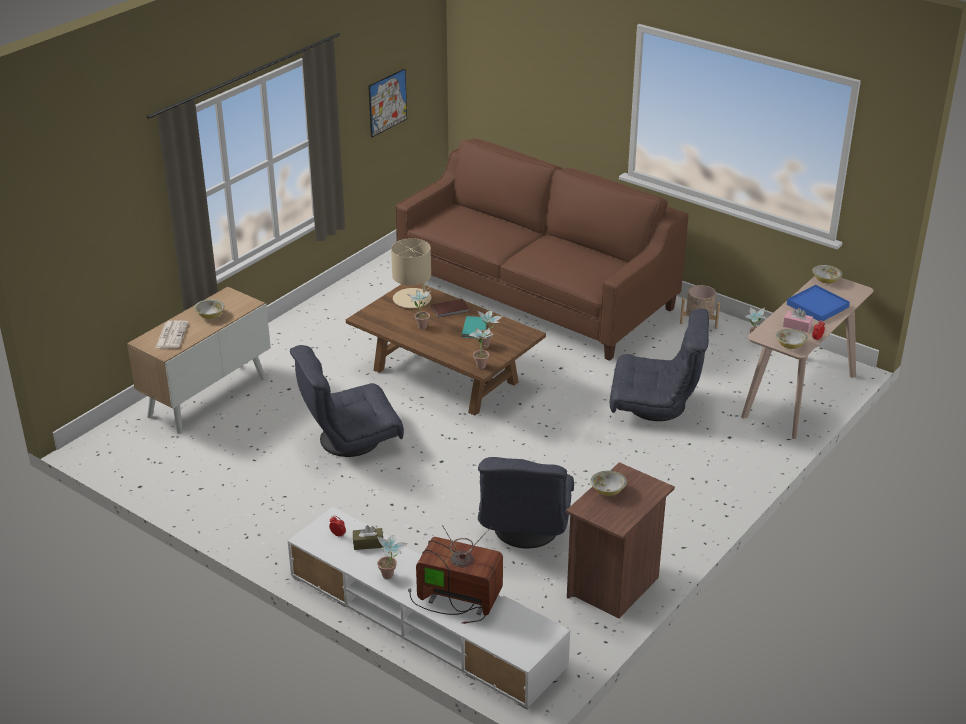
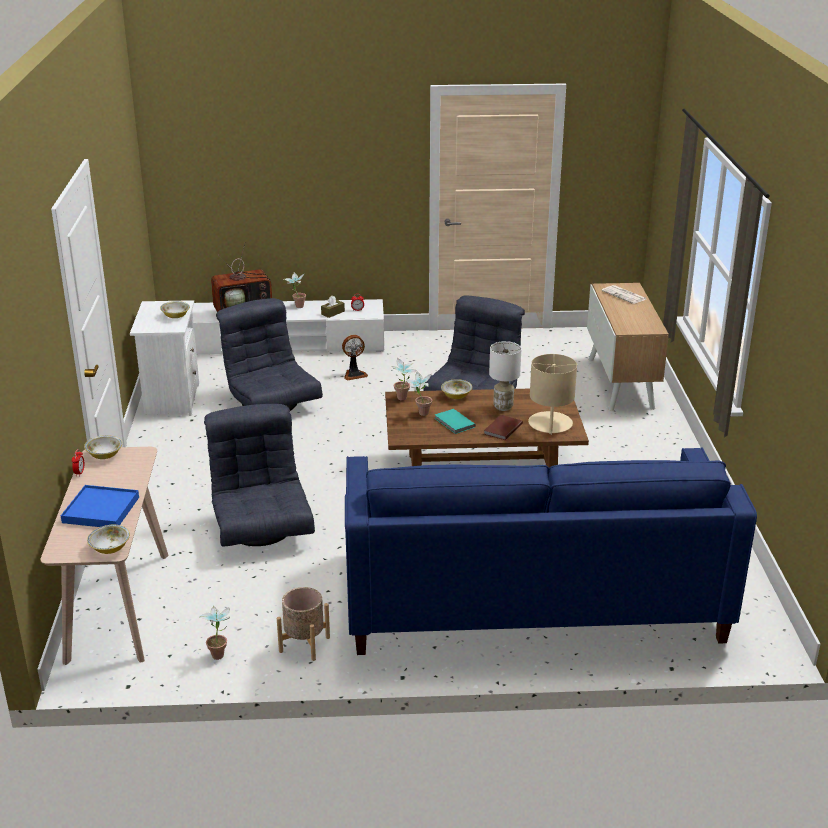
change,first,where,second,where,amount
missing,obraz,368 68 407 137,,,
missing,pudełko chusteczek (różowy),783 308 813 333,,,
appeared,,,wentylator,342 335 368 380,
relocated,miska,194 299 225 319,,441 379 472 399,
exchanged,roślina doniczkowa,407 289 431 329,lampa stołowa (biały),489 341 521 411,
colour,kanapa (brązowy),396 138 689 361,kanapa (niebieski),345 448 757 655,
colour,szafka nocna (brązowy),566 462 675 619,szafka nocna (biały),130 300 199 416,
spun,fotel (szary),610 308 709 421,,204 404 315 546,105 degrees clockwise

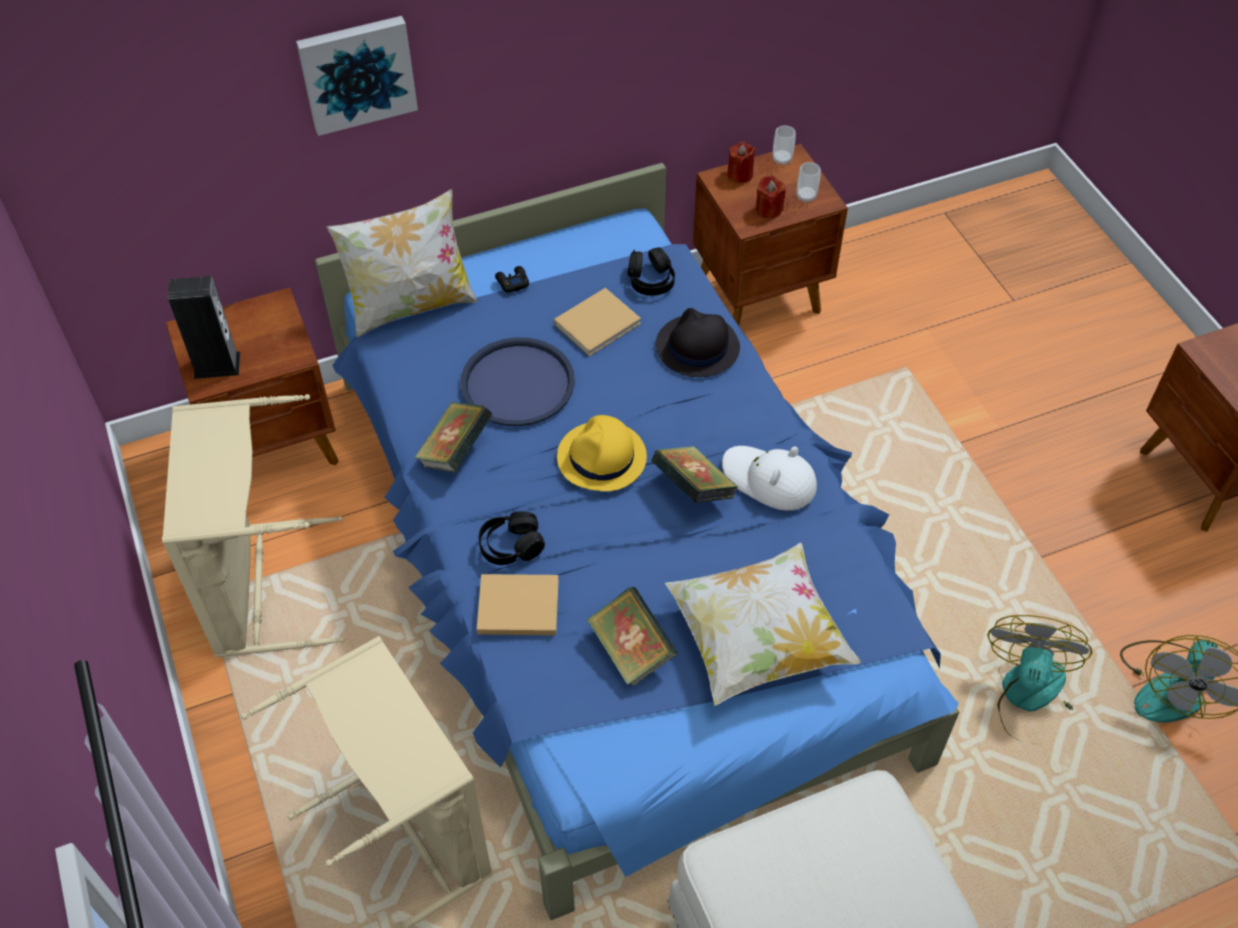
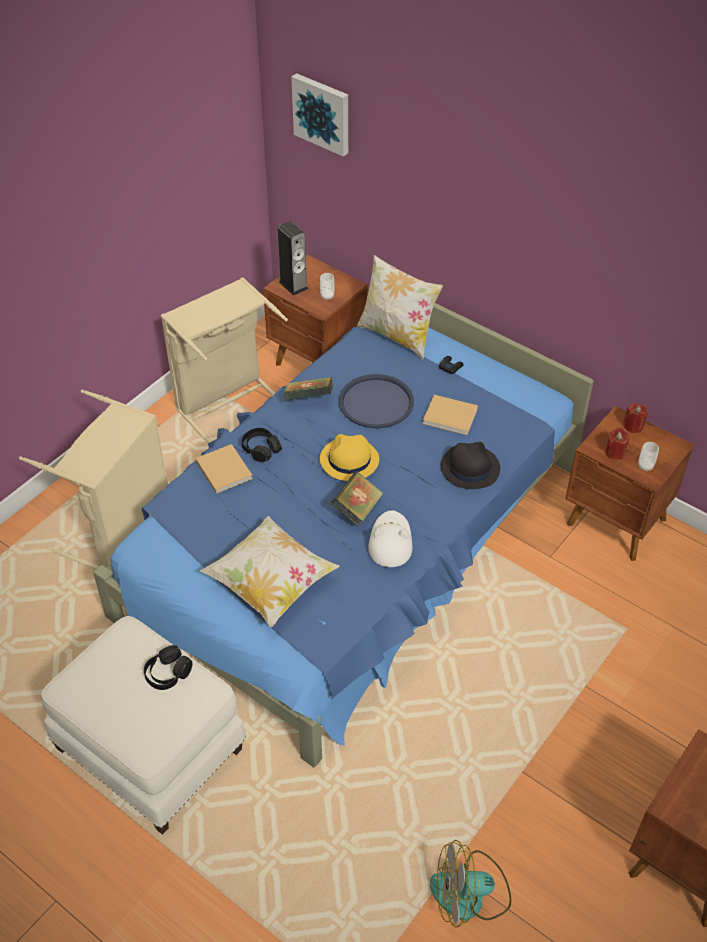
change,first,where,second,where,amount
missing,książka,587 587 678 686,,,
missing,wentylator,987 615 1092 744,,,
relocated,obraz,296 16 418 136,,291 73 348 157,
relocated,słuchawki (czarny),627 247 675 296,,144 645 193 690,
relocated,filiżanka,773 125 796 165,,320 273 334 300,

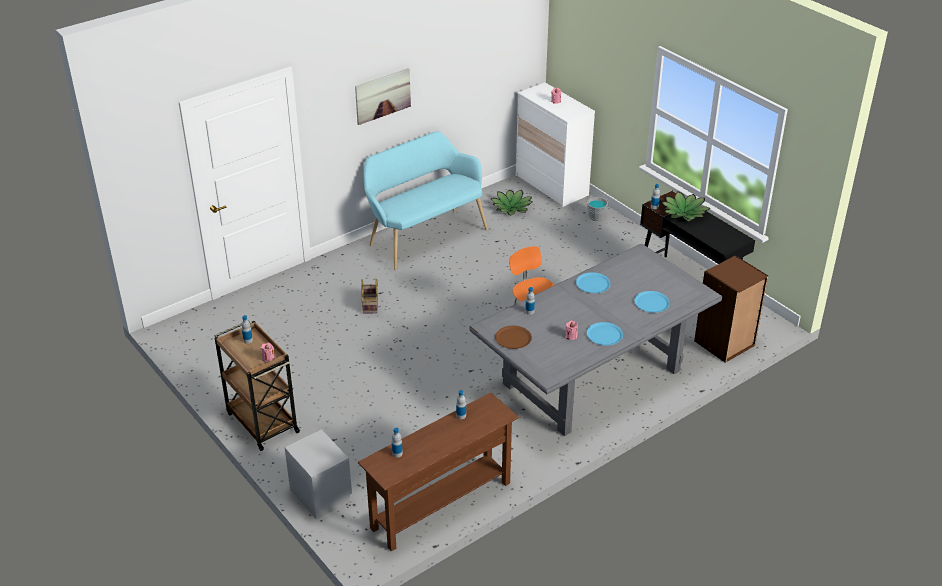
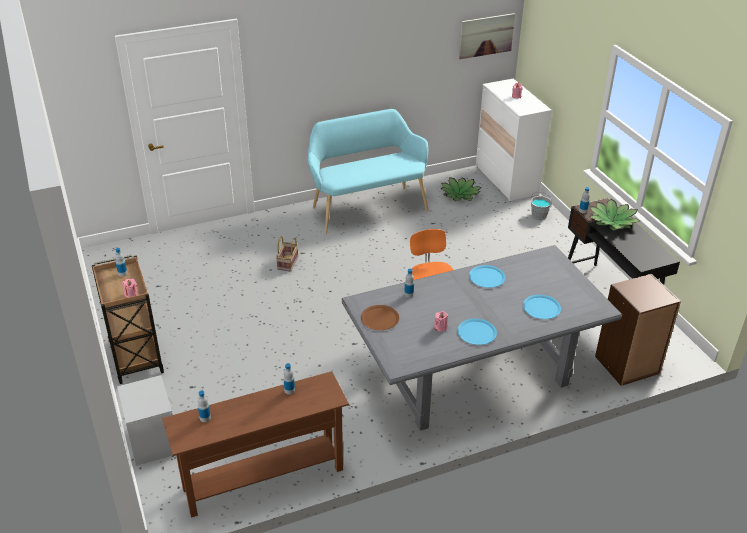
change,first,where,second,where,amount
relocated,obraz,355 68 411 125,,459 13 515 59,

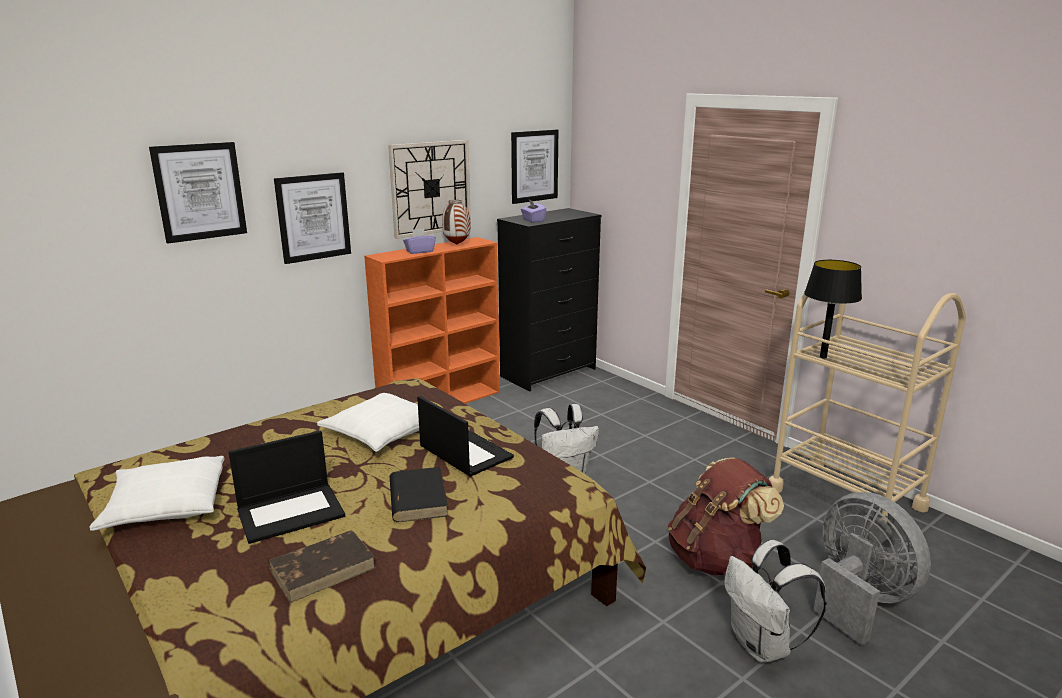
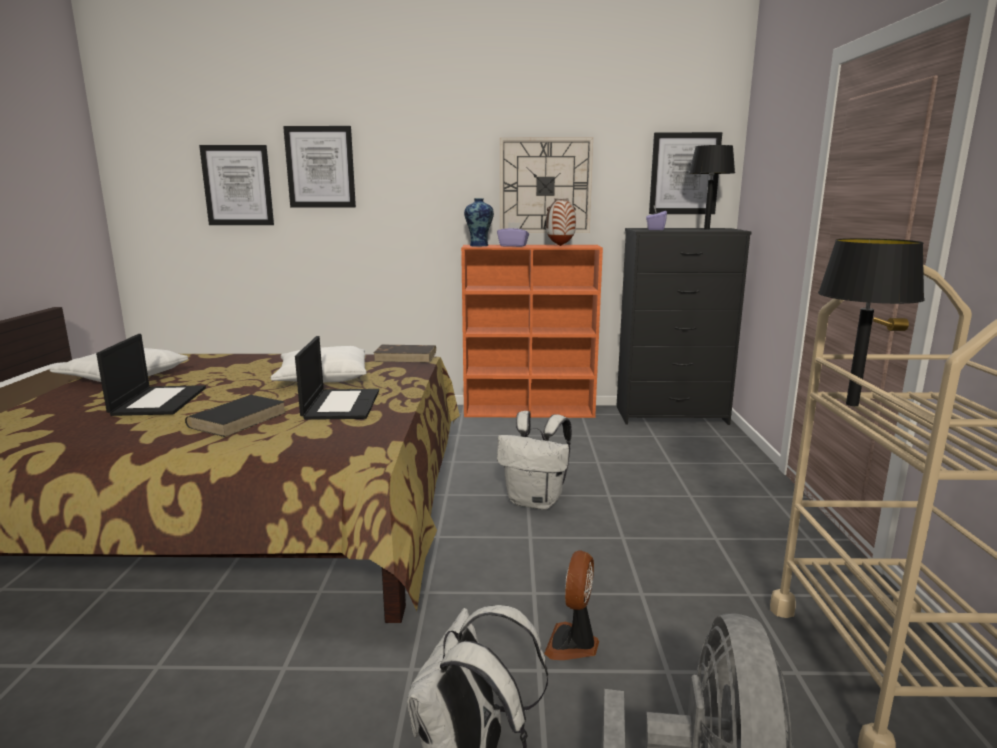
change,first,where,second,where,amount
appeared,,,wazon,464 198 494 247,
appeared,,,lampa stołowa (czarny),689 145 735 230,
relocated,książka (brązowy),268 530 376 603,,373 345 436 363,
relocated,obraz,274 172 351 264,,199 145 274 225,
exchanged,plecak (brązowy),668 457 784 575,wentylator,544 550 599 660,
spun,laptop,228 431 345 544,,96 334 206 416,105 degrees counterclockwise

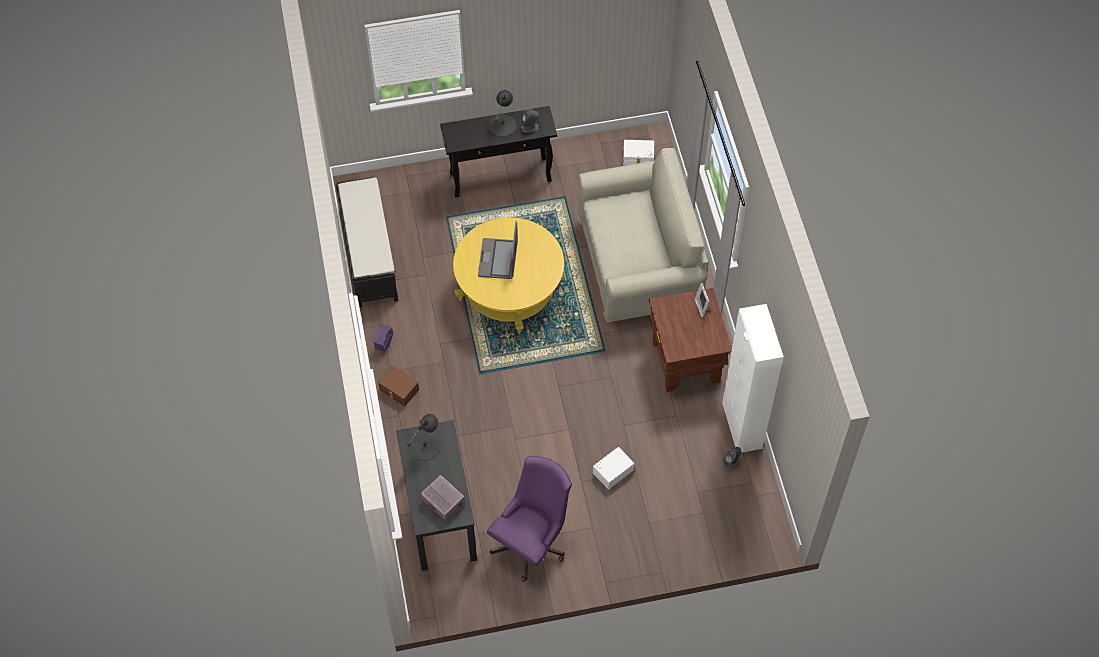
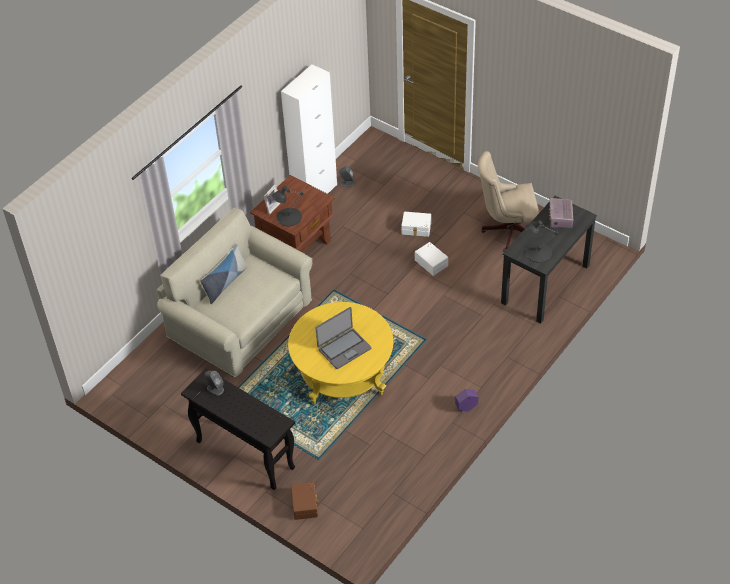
change,first,where,second,where,amount
missing,ławka (czarny),336 177 398 308,,,
appeared,,,poduszka,200 244 248 304,
relocated,pojemnik do przechowywania (brązowy),378 366 419 406,,291 482 318 520,
relocated,lampa stołowa (czarny),489 90 516 137,,272 186 303 226,
relocated,pojemnik do przechowywania (biały),623 140 654 165,,415 242 448 276,
colour,krzesło biurowe (fioletowy),487 456 572 582,krzesło biurowe (beżowy),478 151 539 252,

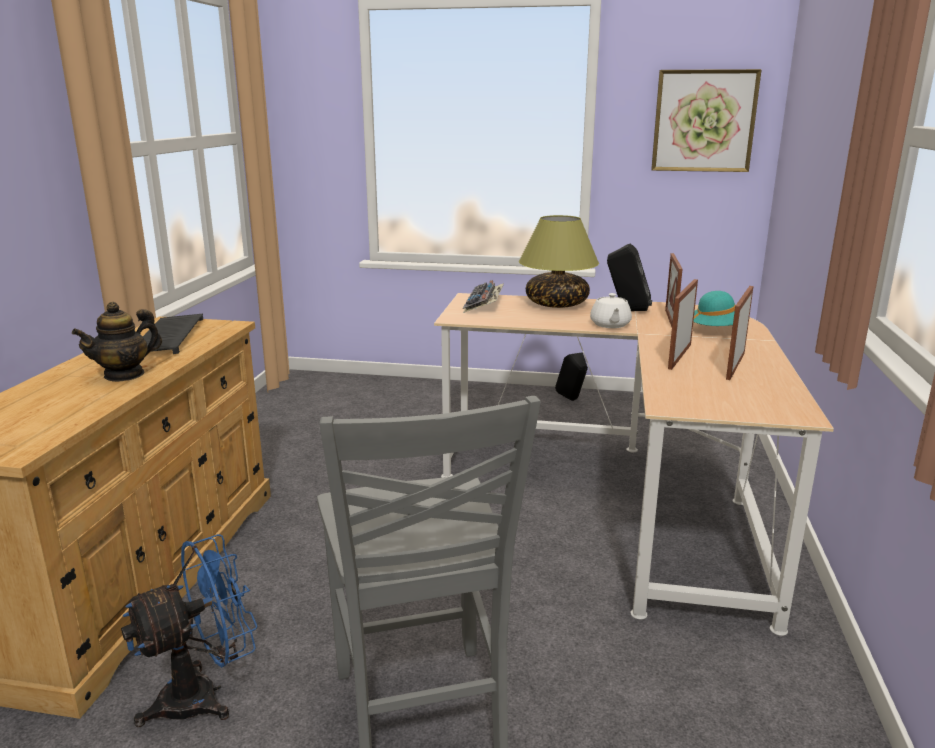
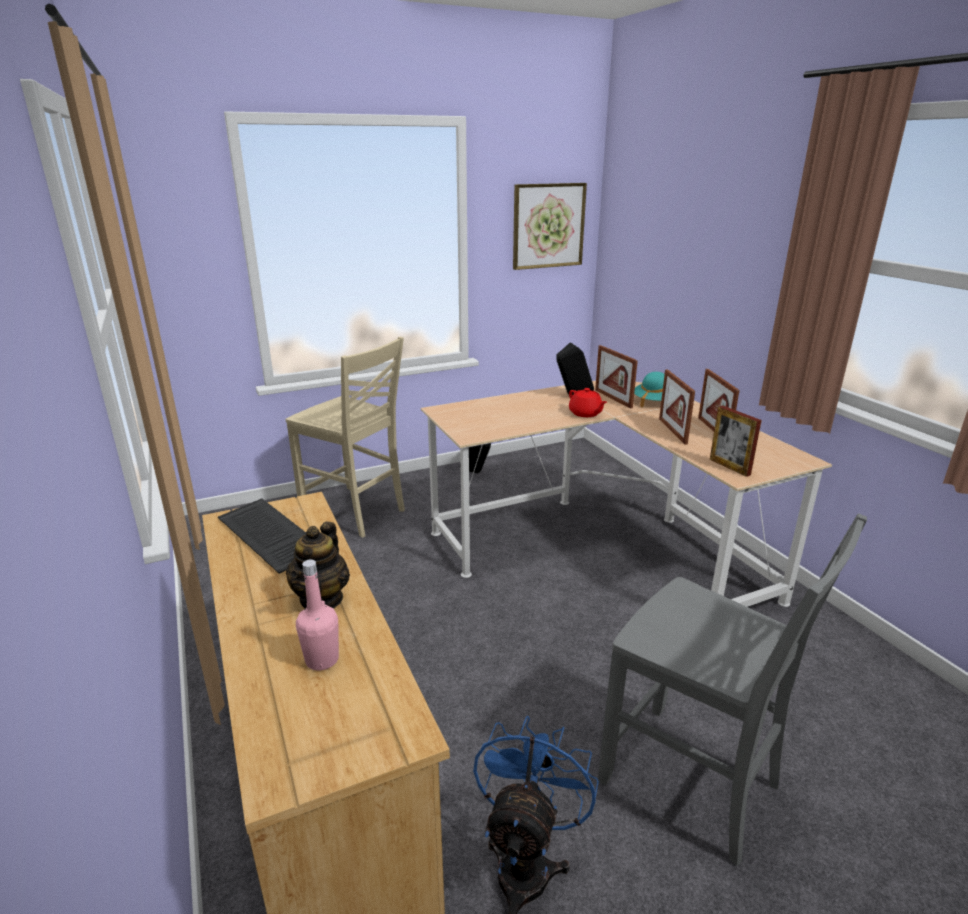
change,first,where,second,where,amount
missing,klawiatura,463 280 504 313,,,
missing,lampa stołowa,519 215 599 308,,,
appeared,,,krzesło (beżowy),286 337 405 538,
appeared,,,butelka (różowy),296 559 339 671,
appeared,,,ramka na zdjęcie,710 405 762 477,
colour,imbryk (biały),590 293 632 328,imbryk (czerwony),569 388 607 417,

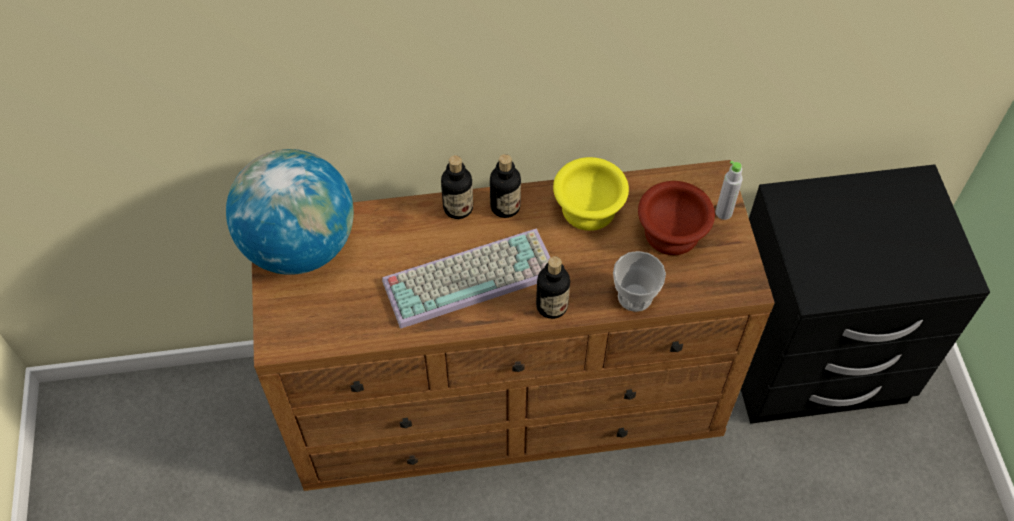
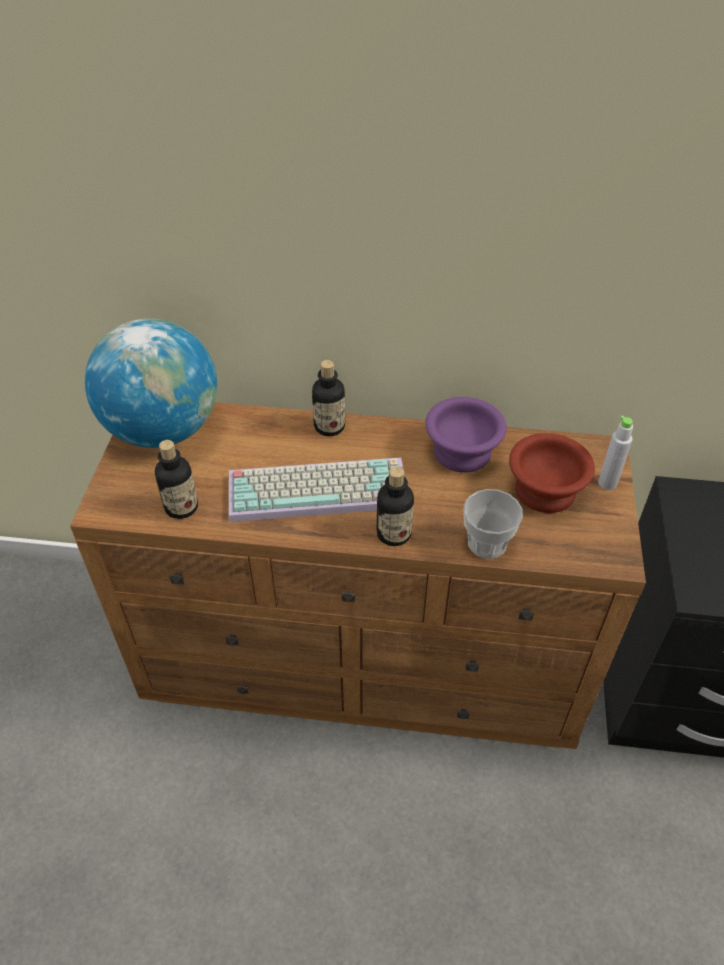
change,first,where,second,where,amount
relocated,butelka,490 154 521 218,,155 440 198 519,
colour,miska (żółty),553 157 629 231,miska (fioletowy),425 397 507 473,

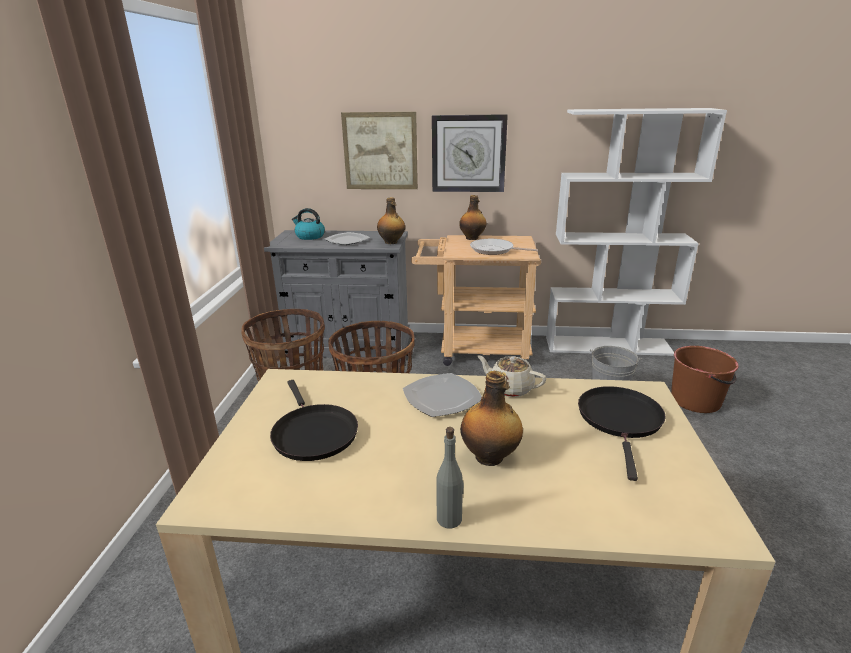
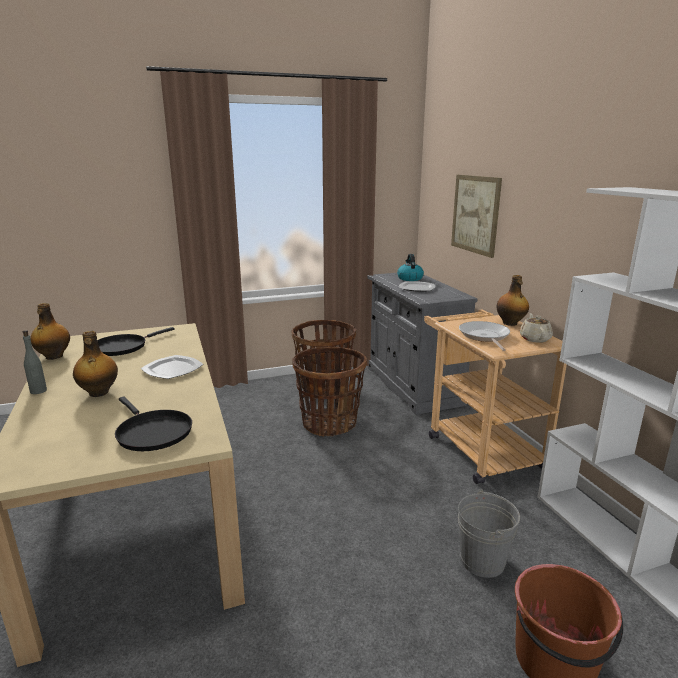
change,first,where,second,where,amount
missing,zegar ścienny,432 114 508 192,,,
relocated,butelka,377 197 405 244,,30 303 70 360,
relocated,imbryk (beżowy),477 355 546 397,,520 313 553 343,
spun,patelnia (czarny),578 386 666 481,,115 396 192 451,60 degrees clockwise

